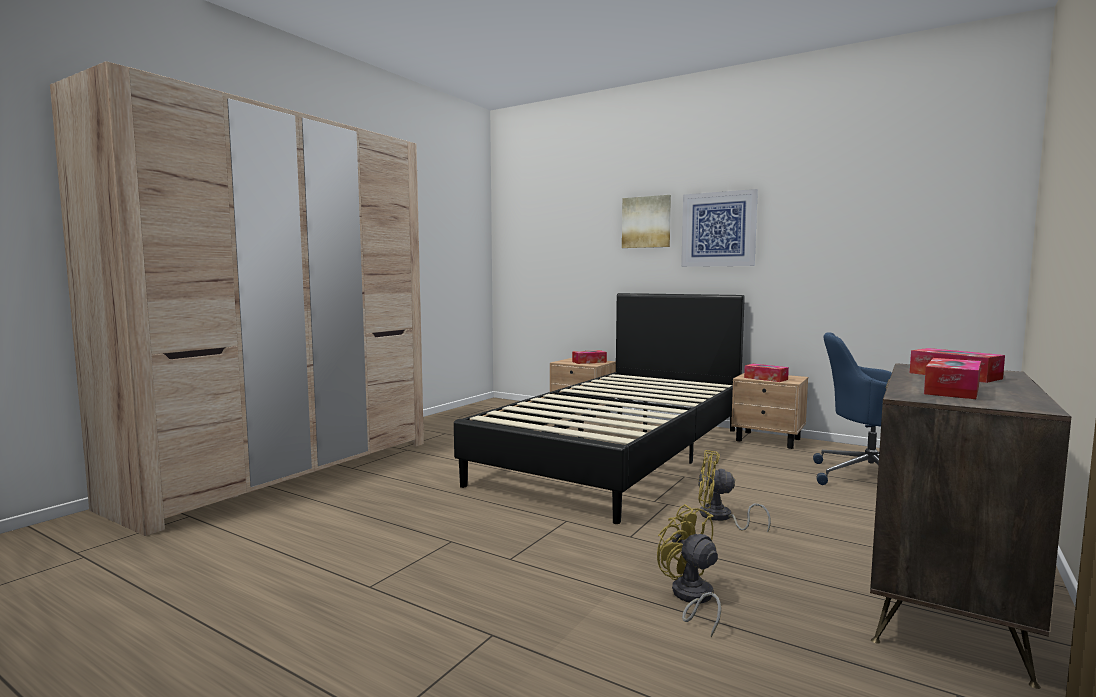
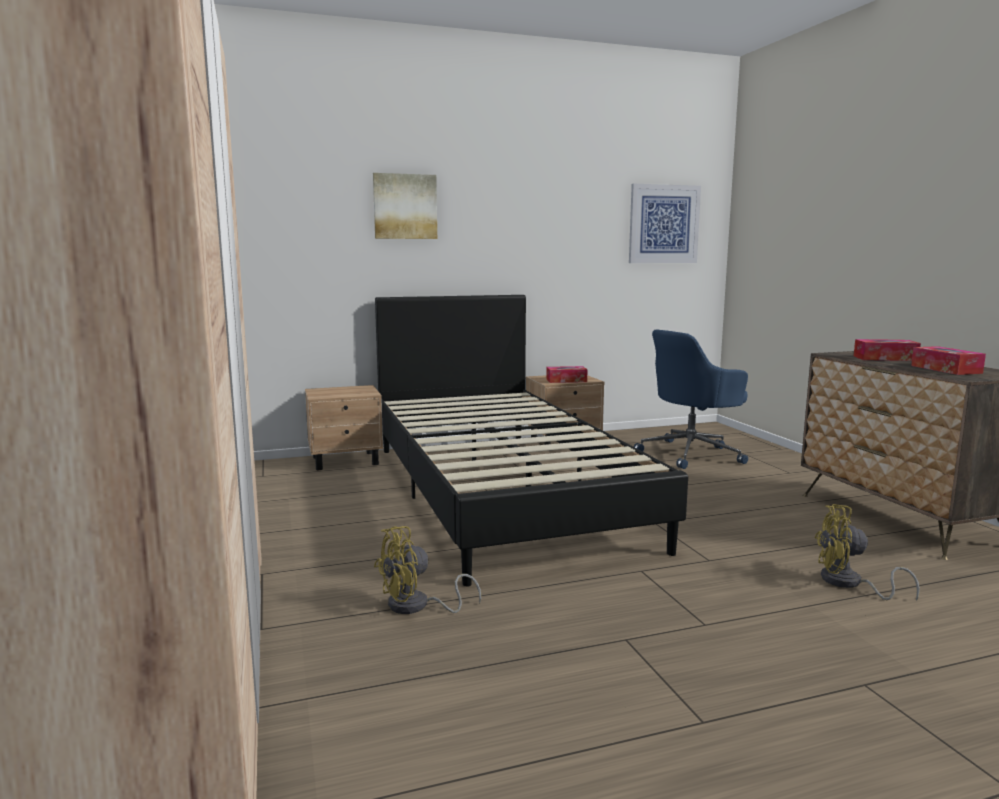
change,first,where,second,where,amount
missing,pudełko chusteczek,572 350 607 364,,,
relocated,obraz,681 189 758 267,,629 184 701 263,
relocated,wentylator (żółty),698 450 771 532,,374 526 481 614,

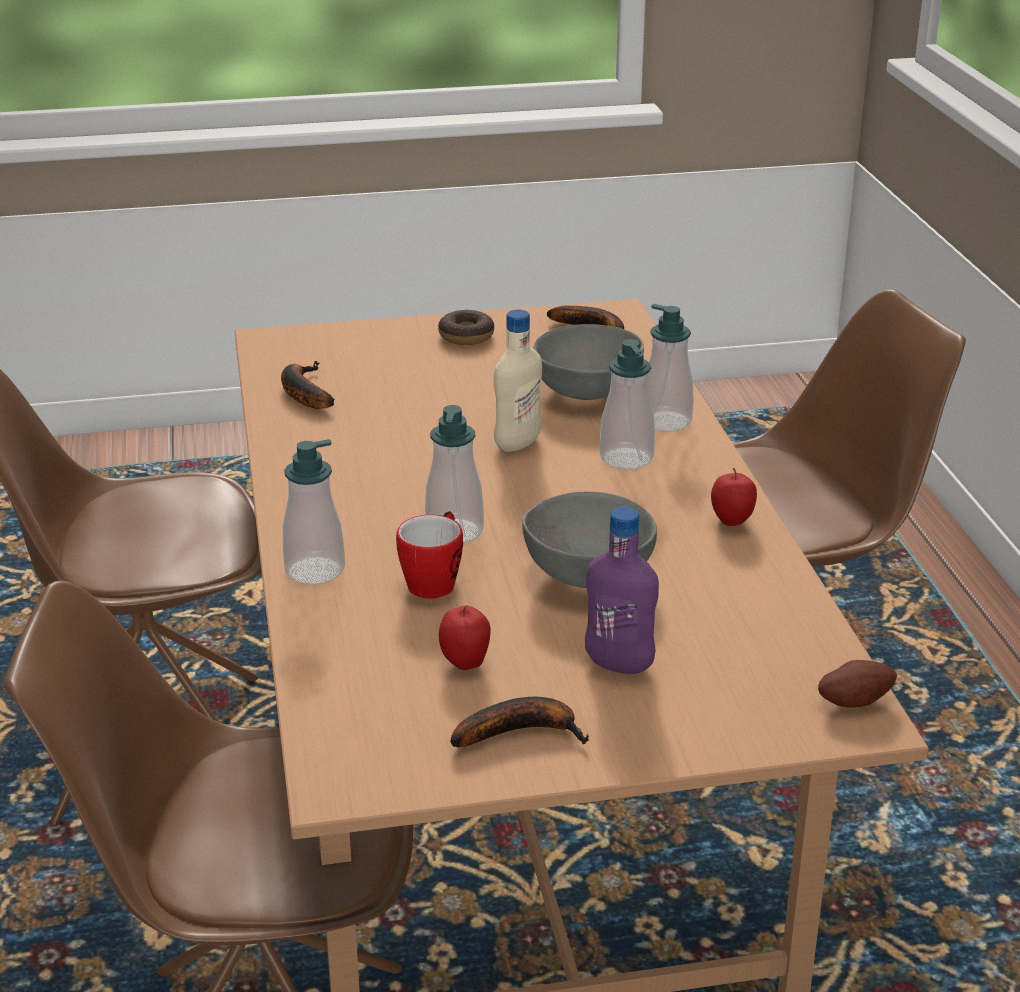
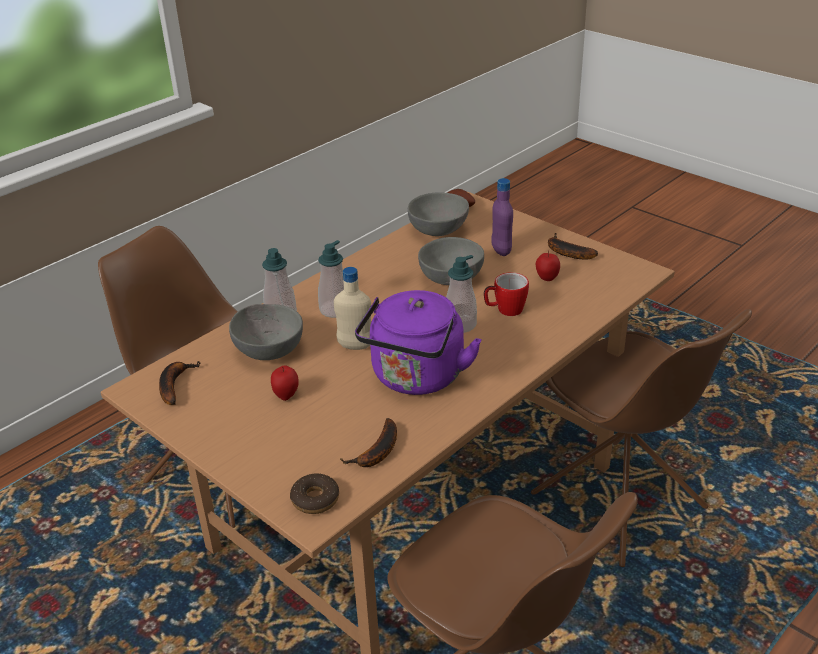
change,first,where,second,where,amount
missing,dozownik mydła,283 439 345 585,,,
appeared,,,czajnik (fioletowy),355 290 482 395,
appeared,,,miska (szary),408 192 469 236,
relocated,donut,438 310 494 345,,290 474 339 514,
relocated,jabłko,711 468 757 526,,271 365 299 401,

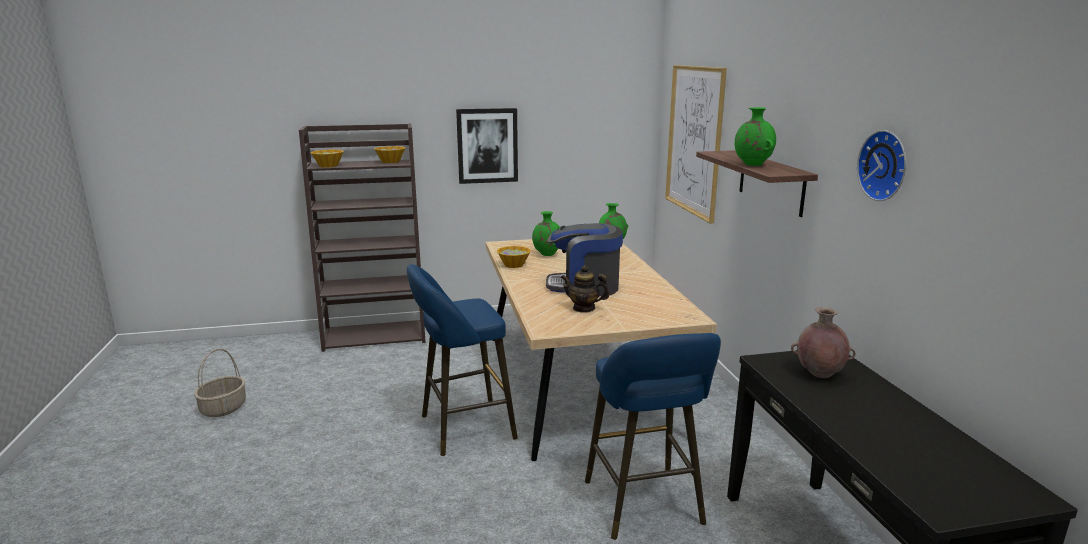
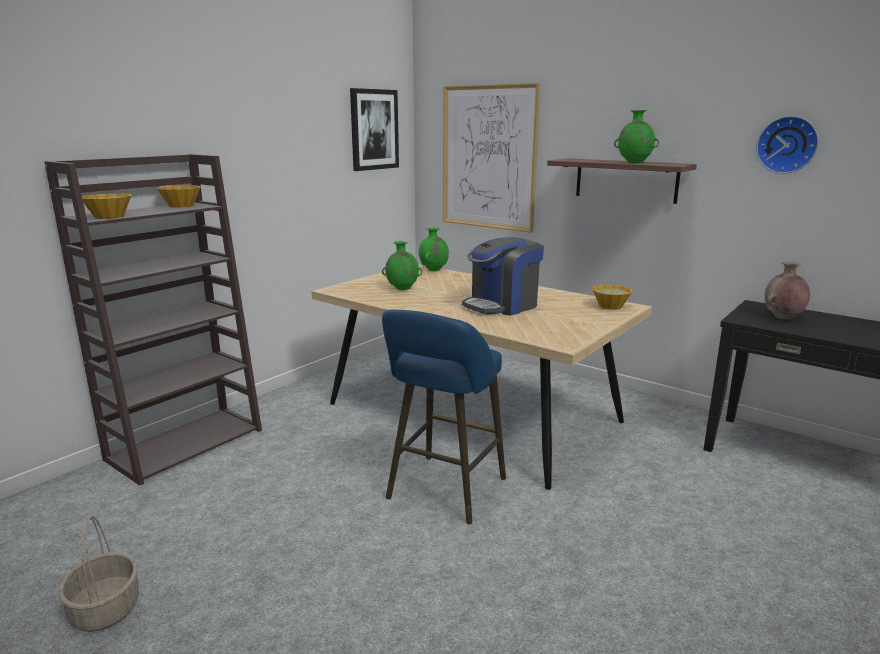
change,first,where,second,where,amount
missing,imbryk,561 266 610 313,,,
missing,stołek (niebieski),585 333 721 540,,,
relocated,obraz,456 108 518 184,,350 88 399 171,
relocated,miska,497 246 531 268,,592 285 633 310,

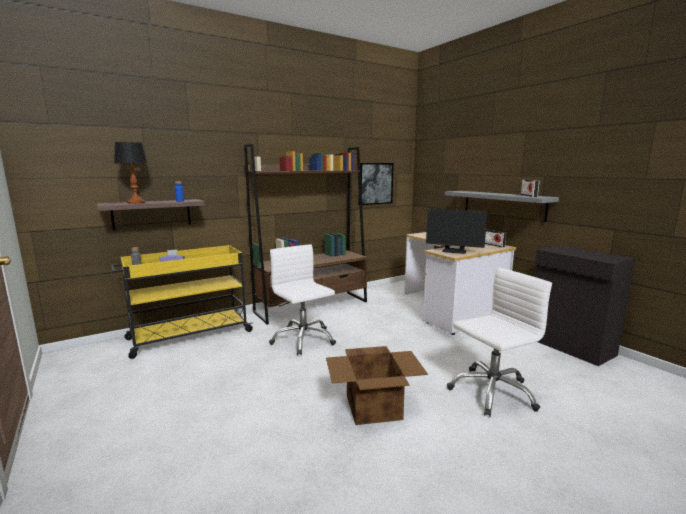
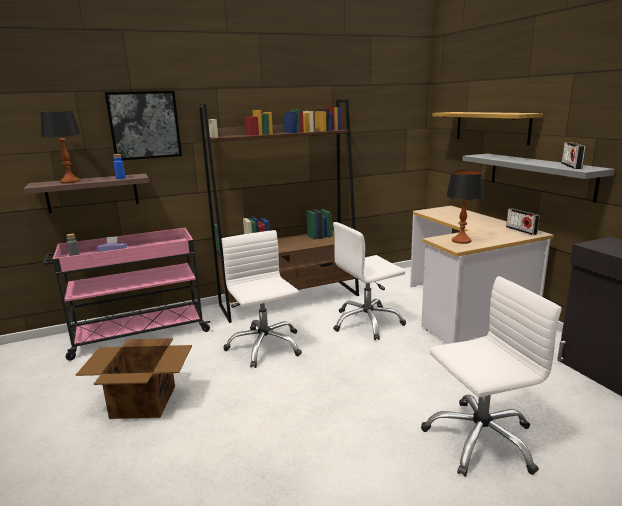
change,first,where,second,where,amount
appeared,,,krzesło biurowe (biały),333 222 406 340,
appeared,,,półka,432 112 543 145,
relocated,karton,326 346 428 425,,76 338 192 419,
relocated,obraz,360 163 394 205,,105 91 182 160,
exchanged,monitor,426 209 488 254,lampa stołowa,446 170 484 244,
colour,wózek (żółty),111 245 254 359,wózek (różowy),43 228 211 361,

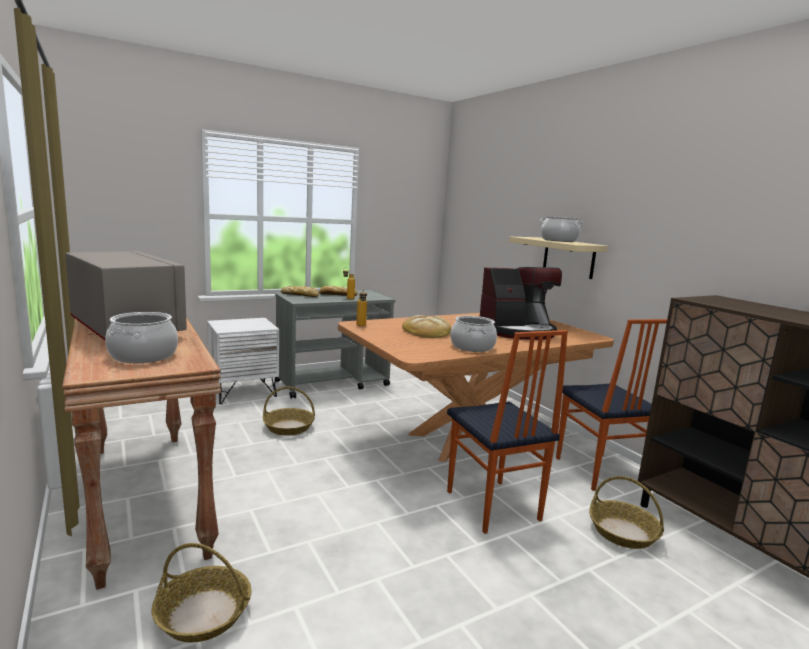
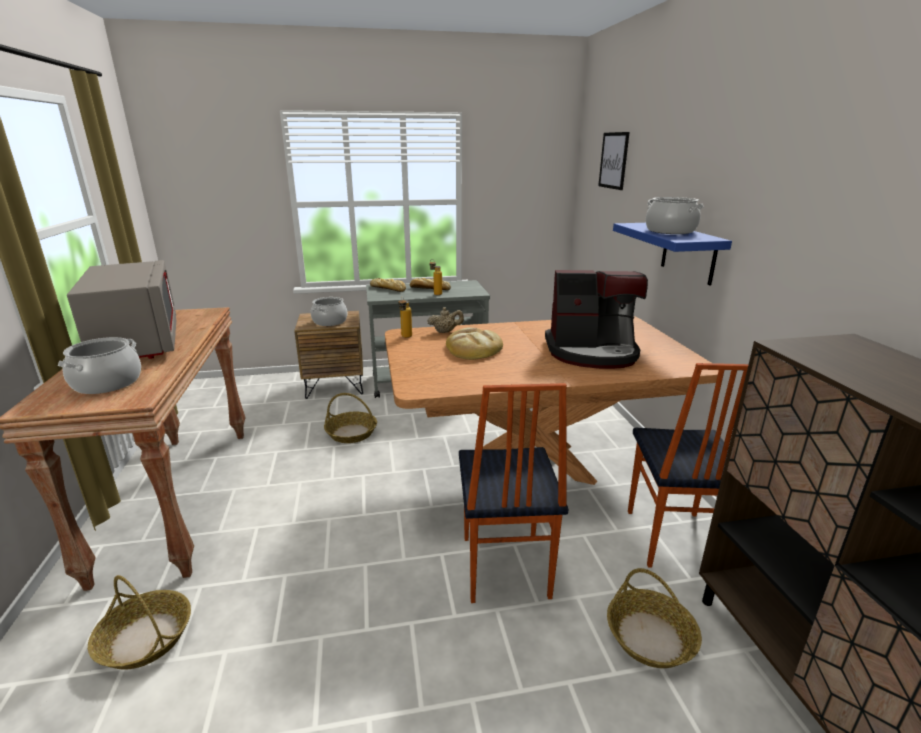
change,first,where,second,where,amount
appeared,,,imbryk (beżowy),427 307 464 333,
appeared,,,obraz,598 132 630 190,
relocated,garnek,450 316 497 352,,311 297 347 326,
colour,szafka nocna (biały),207 318 279 404,szafka nocna (brązowy),294 311 363 399,
colour,półka (beżowy),509 237 608 279,półka (niebieski),613 223 732 286,

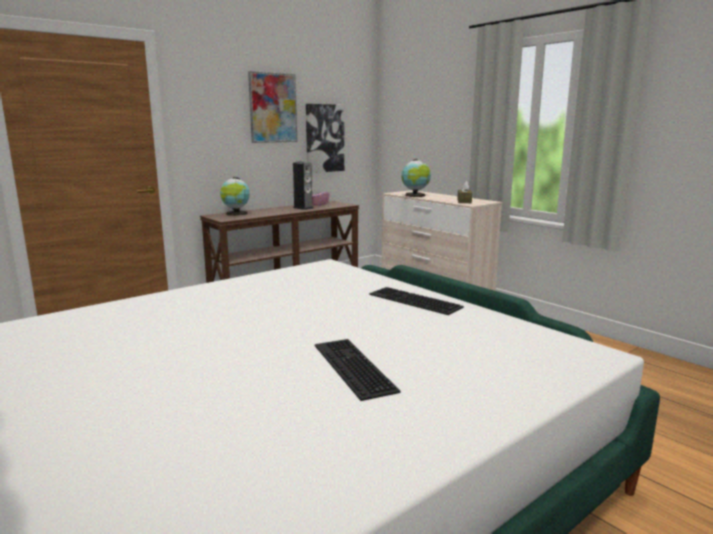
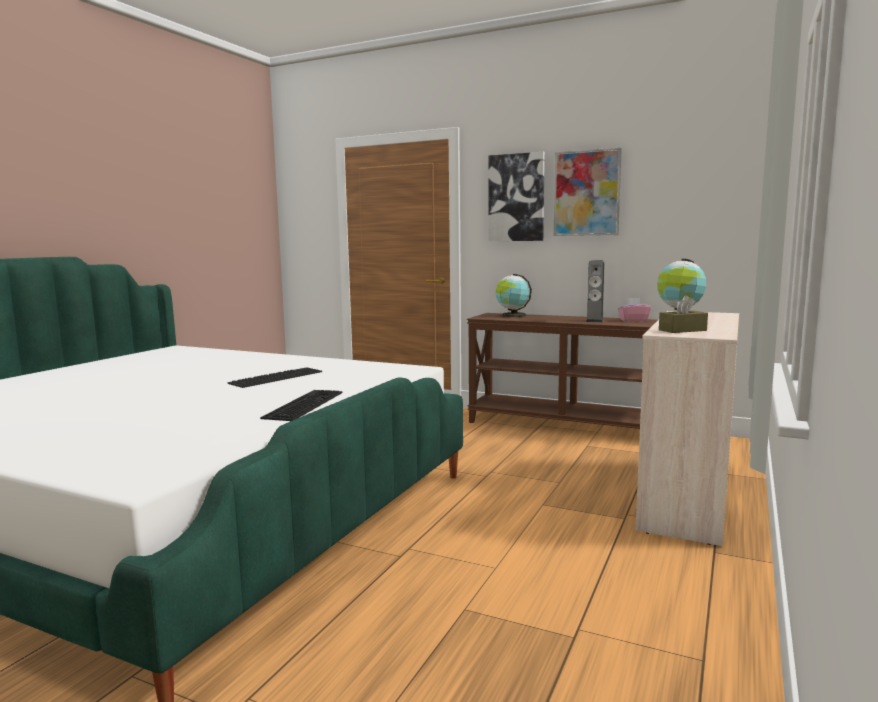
change,first,where,second,where,amount
relocated,obraz,306 104 344 173,,488 152 545 241,
relocated,klawiatura,315 339 401 401,,227 367 322 388,

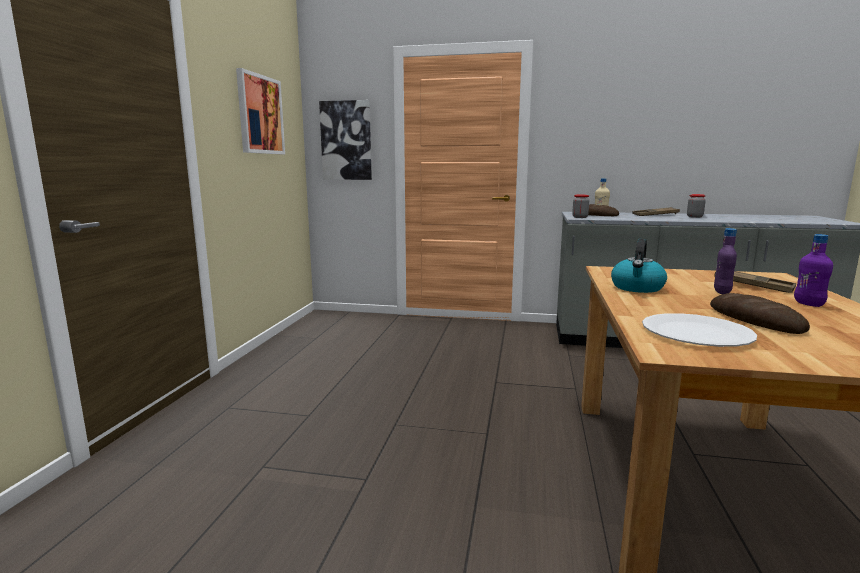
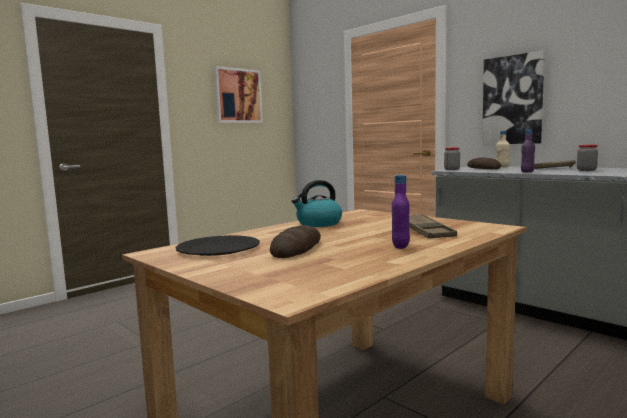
change,first,where,second,where,amount
relocated,obraz,319 100 372 180,,482 51 545 145,
relocated,butelka (fioletowy),714 228 737 294,,521 129 535 173,
colour,talerz (biały),642 313 757 347,talerz (czarny),176 235 260 256,

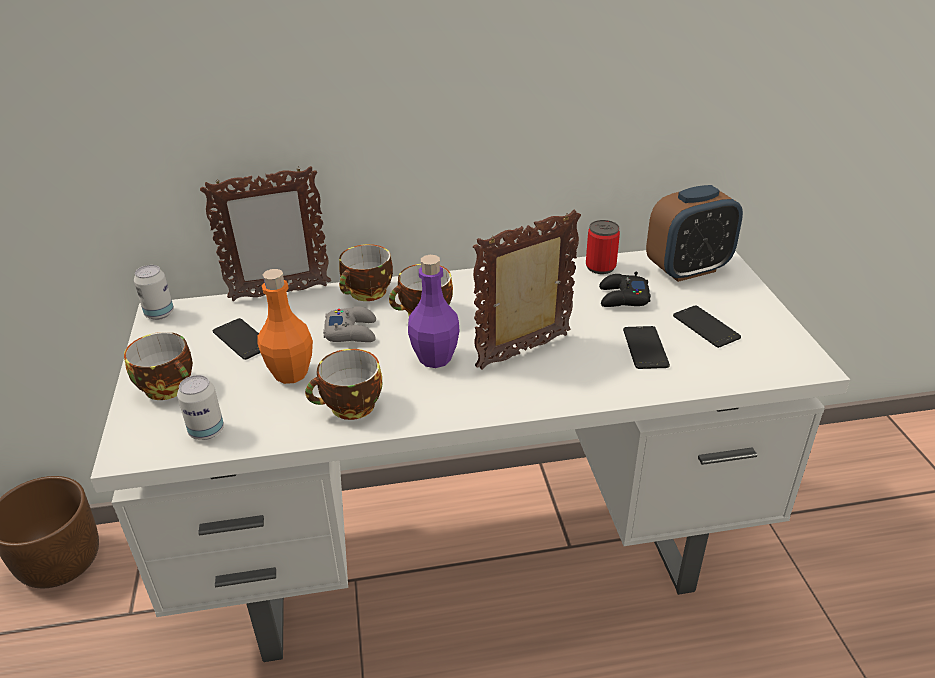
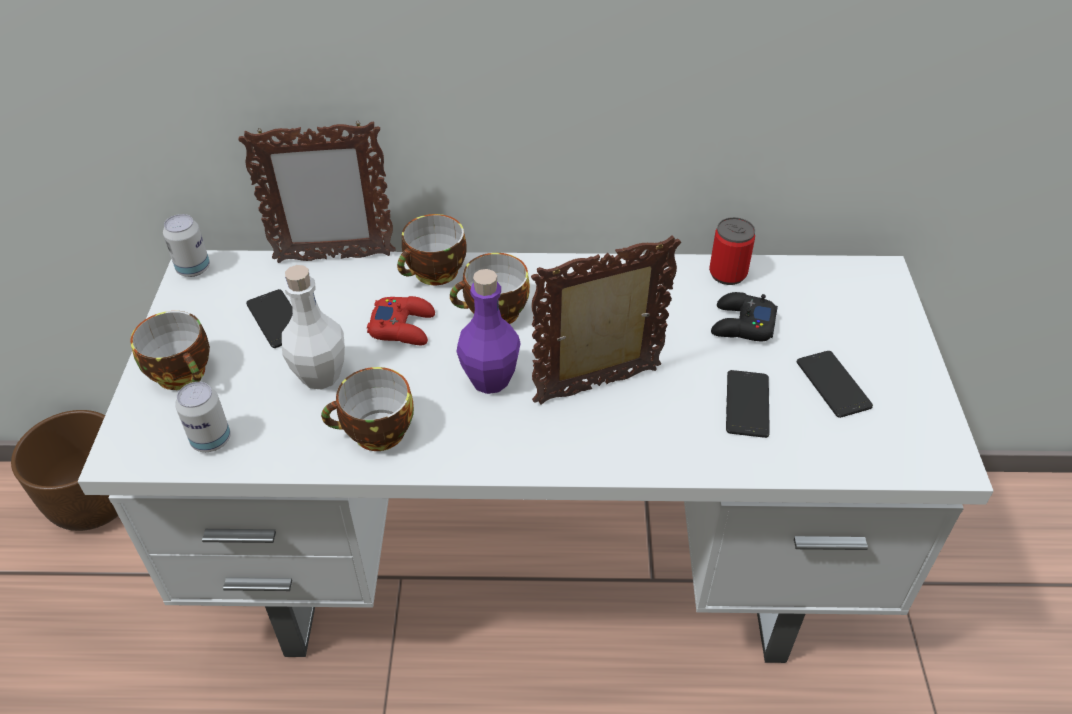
change,first,where,second,where,amount
missing,budzik,646 185 743 282,,,
colour,butelka (pomarańczowy),258 269 313 384,butelka (biały),282 265 345 390,
colour,pad do gier (szary),323 306 376 342,pad do gier (czerwony),367 296 435 345,

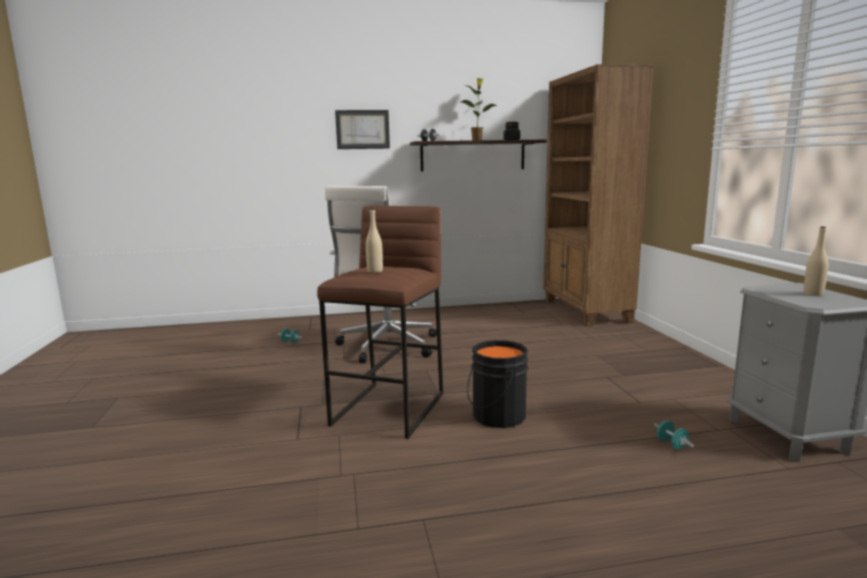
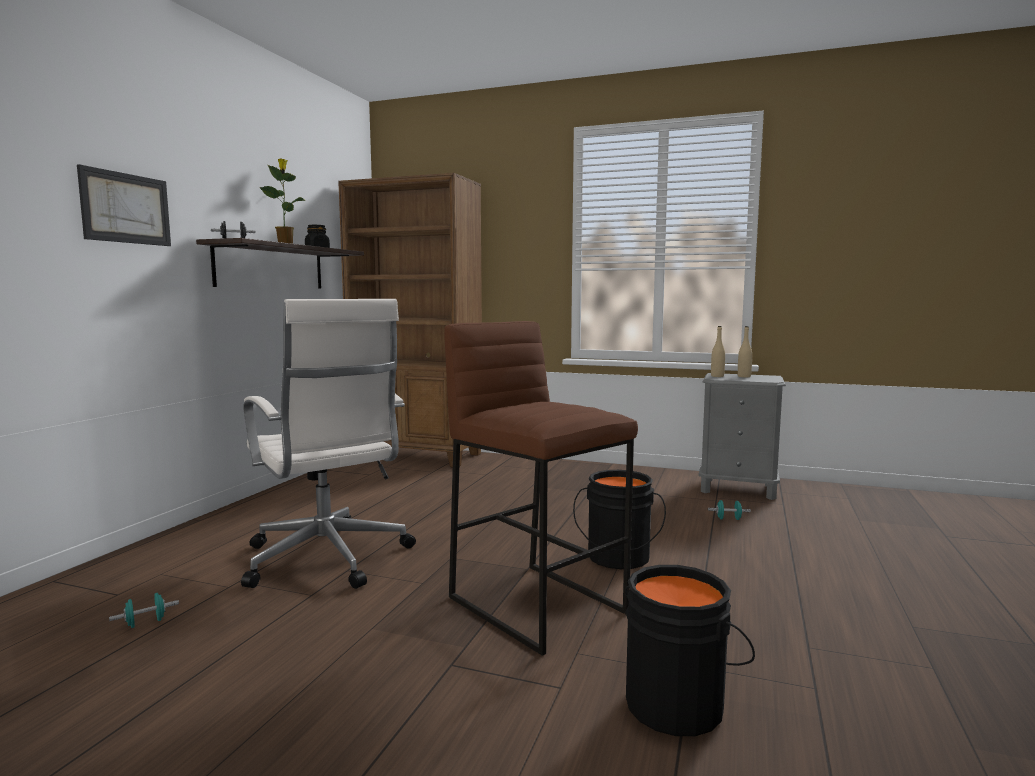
change,first,where,second,where,amount
appeared,,,wiadro (czarny),625 565 755 736,
relocated,butelka (beżowy),366 209 383 273,,711 326 725 377,

